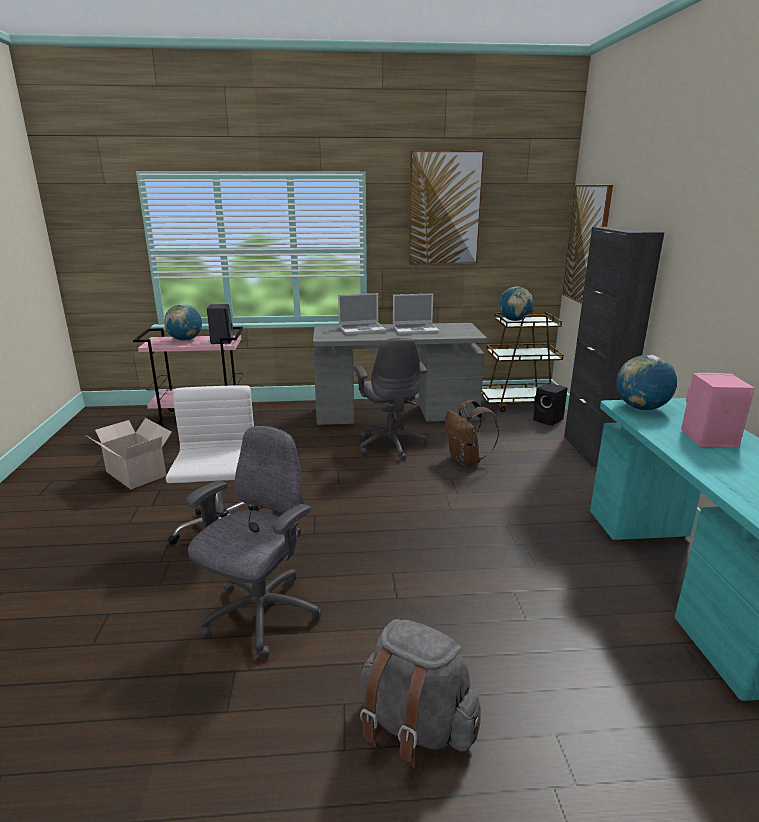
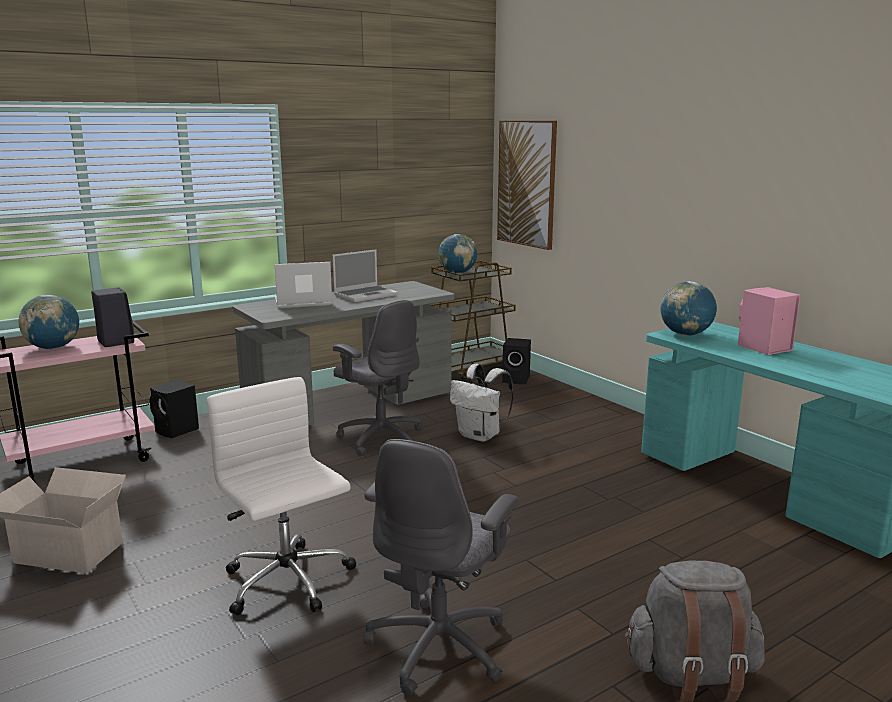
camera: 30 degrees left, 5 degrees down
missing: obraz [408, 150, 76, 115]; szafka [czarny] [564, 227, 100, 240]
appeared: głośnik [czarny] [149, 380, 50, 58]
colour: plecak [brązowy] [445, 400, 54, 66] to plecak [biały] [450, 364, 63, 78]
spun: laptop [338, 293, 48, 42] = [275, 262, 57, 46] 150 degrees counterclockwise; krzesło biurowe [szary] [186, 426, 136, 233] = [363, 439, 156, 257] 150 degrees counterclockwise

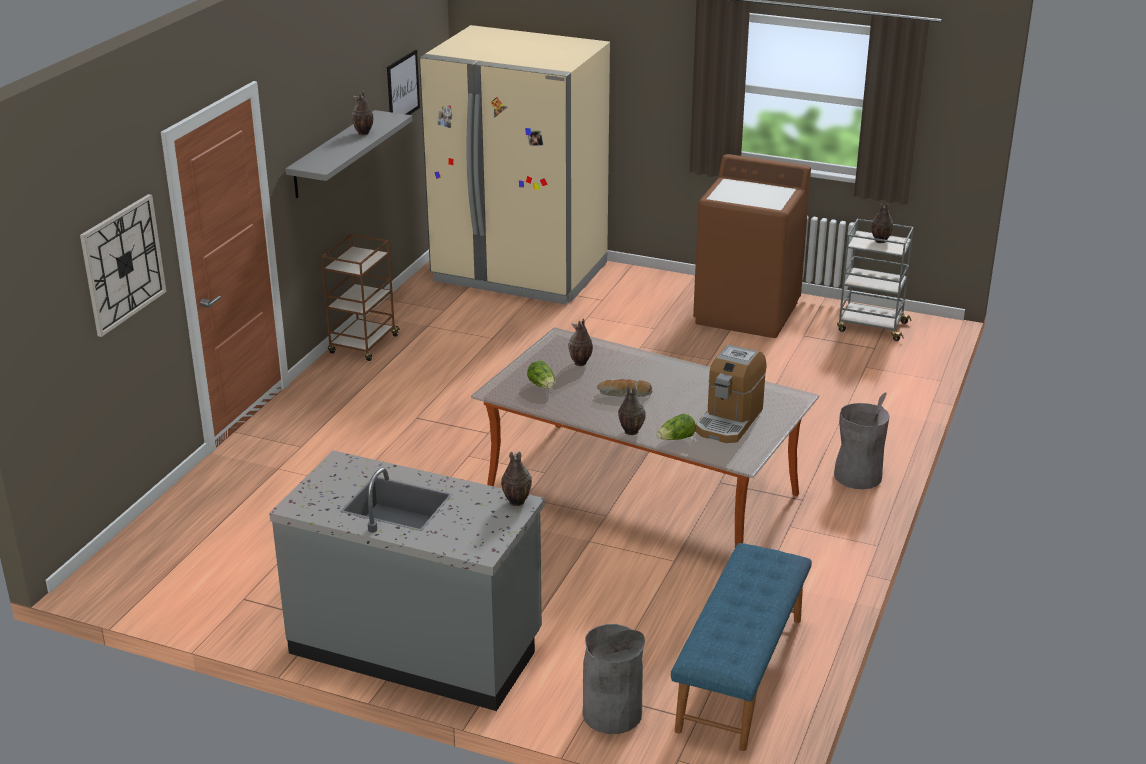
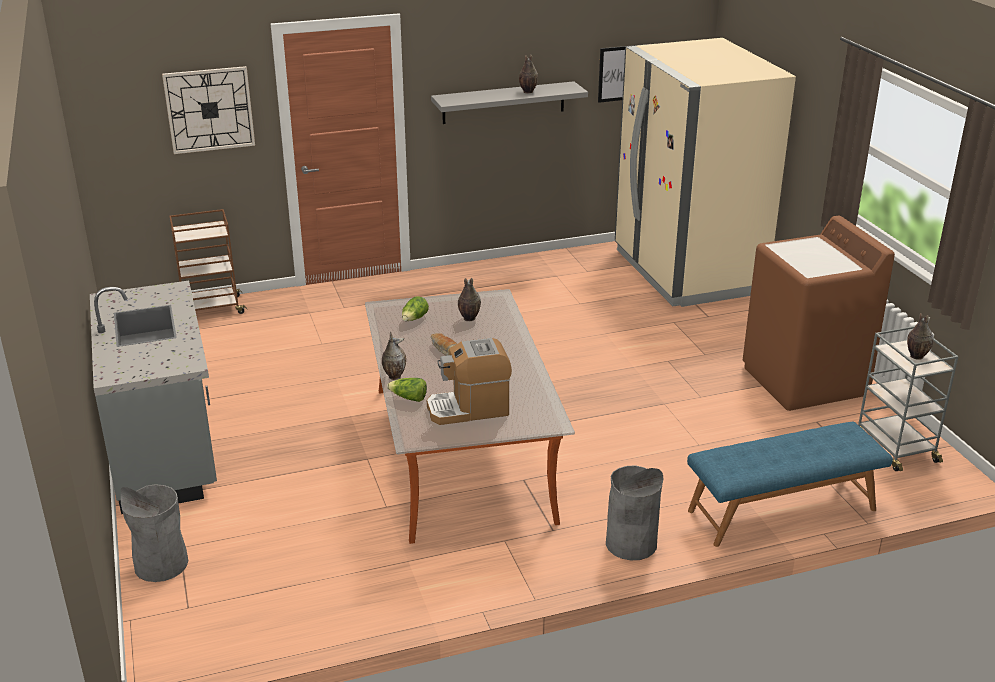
camera: 50 degrees right, 0 degrees up
missing: wazon [501, 451, 31, 55]
relocated: wózek [brązowy] [321, 234, 79, 127] to [169, 209, 78, 105]; ławka [niebieski] [671, 543, 141, 208] to [687, 422, 206, 125]

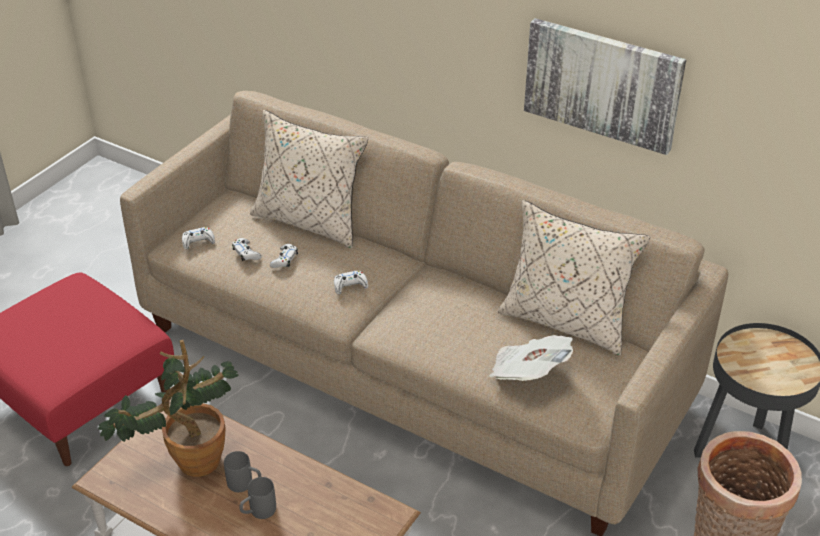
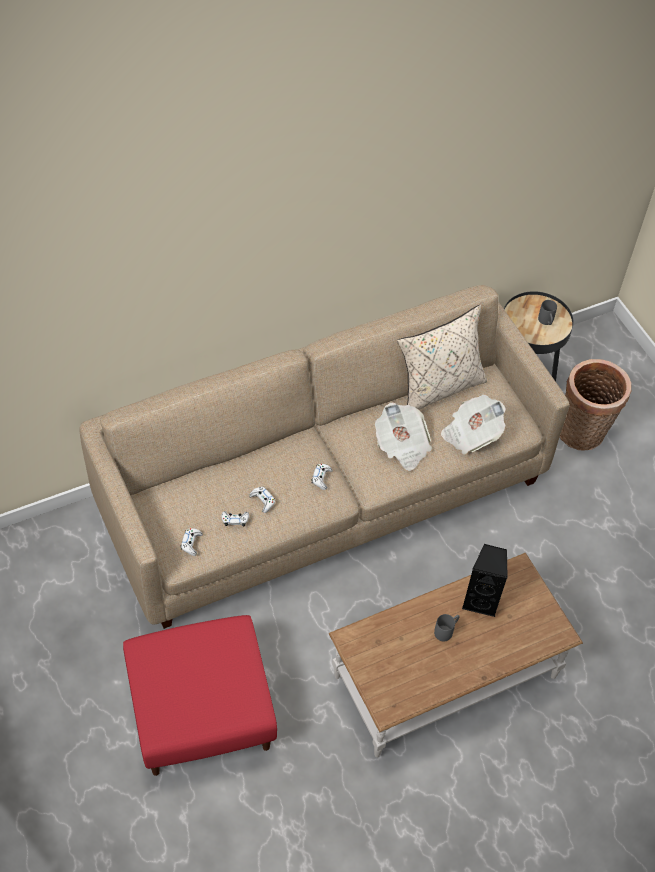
camera: 60 degrees left, 15 degrees up
missing: obraz [524, 18, 162, 137]; poduszka [beżowy] [250, 110, 118, 138]; roślina doniczkowa [98, 340, 140, 137]
appeared: gazeta [375, 402, 57, 69]; głośnik [czarny] [462, 544, 46, 73]
relocated: kubek [szary] [239, 477, 37, 42] to [538, 300, 19, 25]

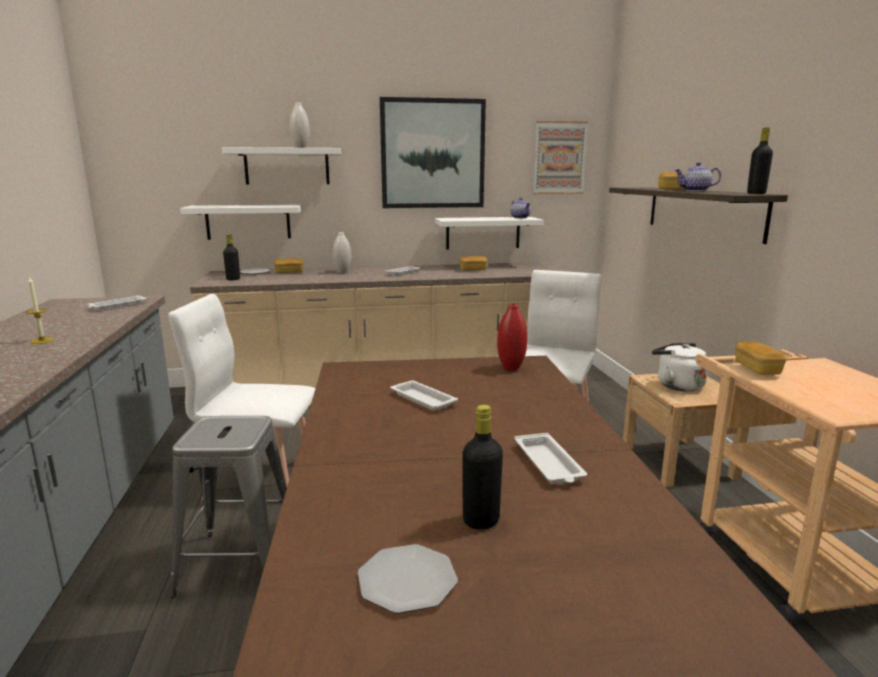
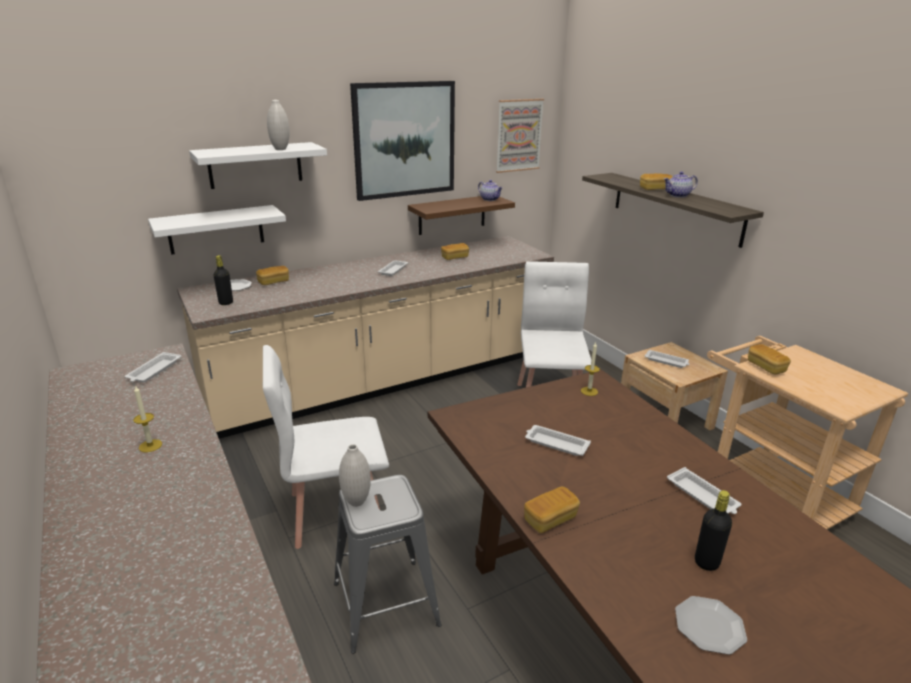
camera: 20 degrees left, 10 degrees up
missing: butelka [czarny] [747, 127, 26, 67]
appeared: chleb [524, 487, 56, 46]
relocated: wazon [biały] [333, 232, 18, 41] to [339, 444, 32, 63]
exchanged: wazon [czerwony] [497, 304, 30, 67] to świeca [581, 342, 19, 54]; czajnik [biały] [652, 343, 56, 49] to taca [biały] [645, 349, 44, 19]
colour: półka [biały] [435, 217, 109, 33] to półka [brązowy] [408, 196, 107, 39]

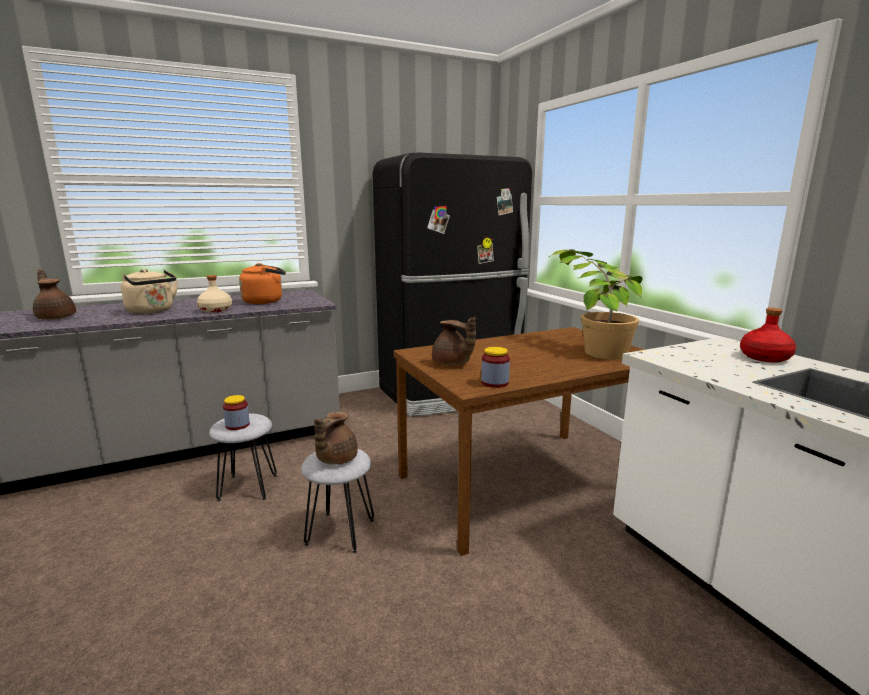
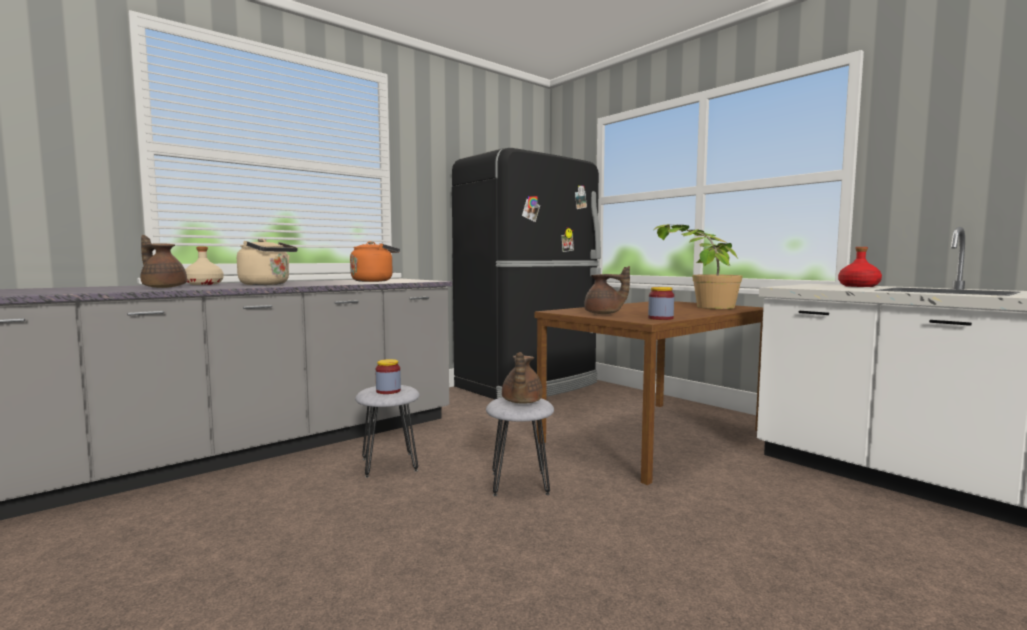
camera: 15 degrees left, 10 degrees down
relocated: butelka [beżowy] [197, 275, 35, 38] to [185, 247, 39, 38]

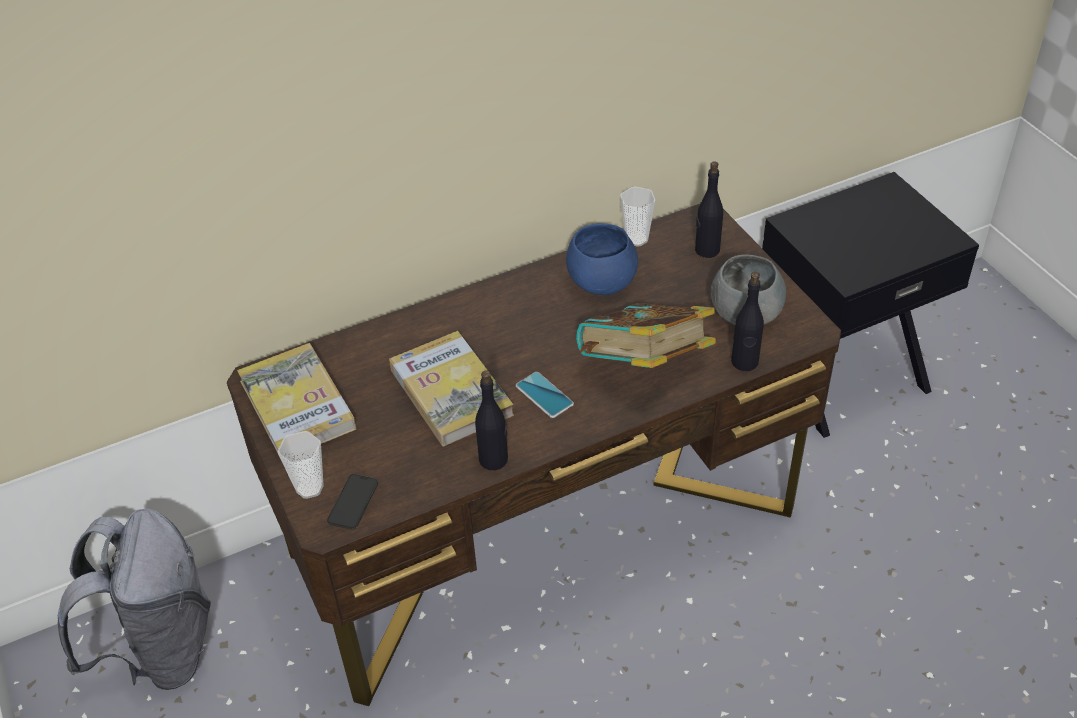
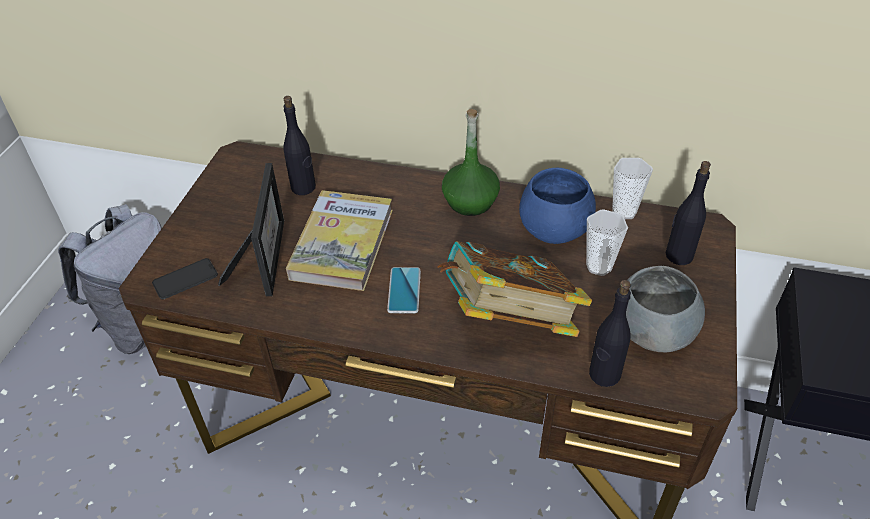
camera: 40 degrees right, 0 degrees up
missing: książka [237, 343, 119, 110]
appeared: butelka [zielony] [442, 109, 58, 107]; ramka na zdjęcie [218, 163, 66, 133]
relocated: butelka [czarny] [475, 370, 33, 100] to [283, 96, 33, 99]; filiżanka [278, 431, 46, 68] to [586, 209, 42, 67]

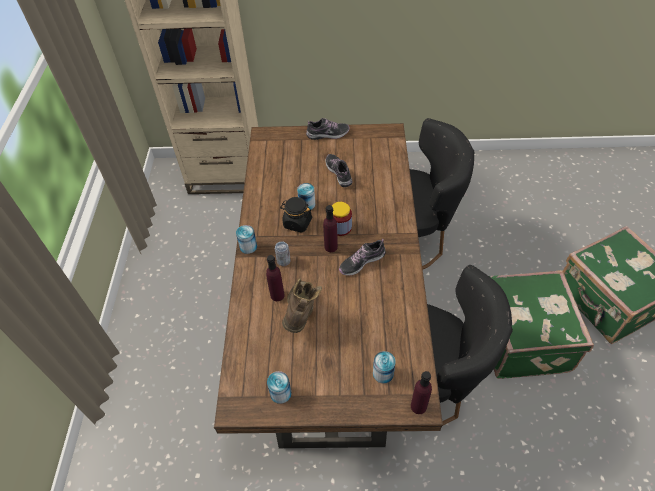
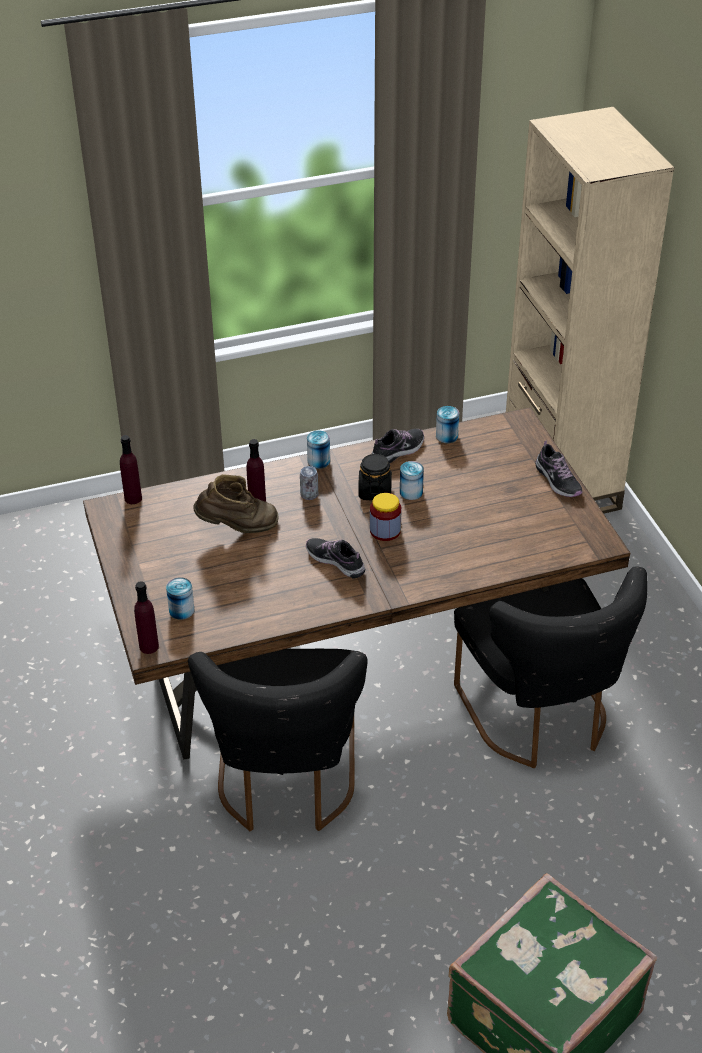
camera: 70 degrees right, 10 degrees down
missing: walizka [zielony] [489, 270, 105, 109]
relocated: but [326, 154, 27, 33] to [372, 429, 52, 34]; butelka [fioletowy] [323, 205, 15, 47] to [120, 435, 22, 69]; puszka [267, 371, 24, 33] to [436, 406, 23, 37]

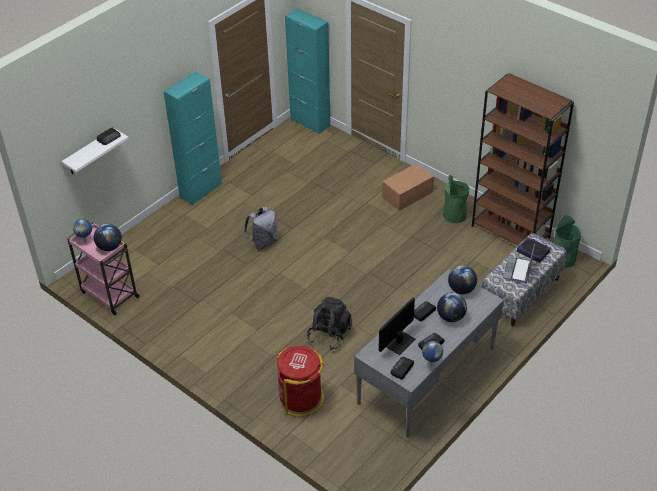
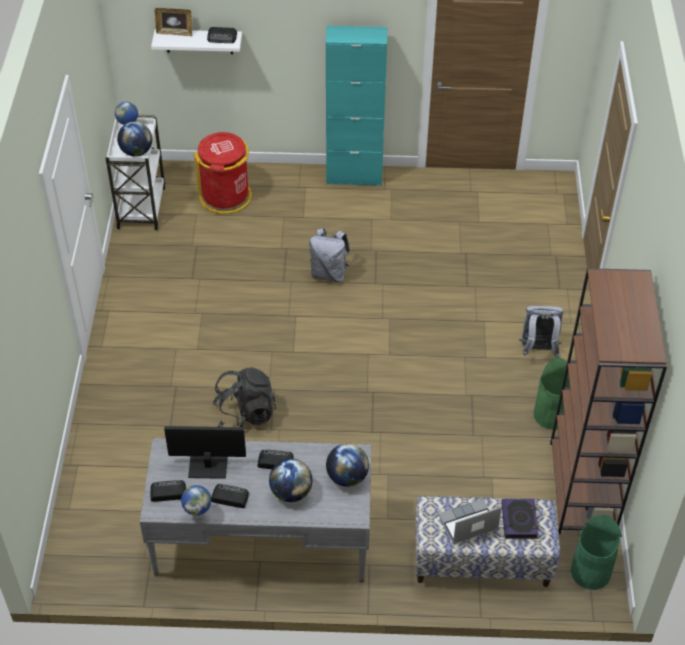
camera: 50 degrees right, 5 degrees up
missing: szafka [turkusowy] [285, 8, 45, 126]
appeared: ramka na zdjęcie [155, 8, 37, 28]
relocated: kosz na śmieci [czerwony] [277, 346, 47, 71] to [194, 132, 58, 82]
exchanged: karton [382, 163, 52, 48] to plecak [szary] [519, 306, 45, 51]
colour: wózek [różowy] [67, 222, 73, 94] to wózek [biały] [106, 115, 59, 115]

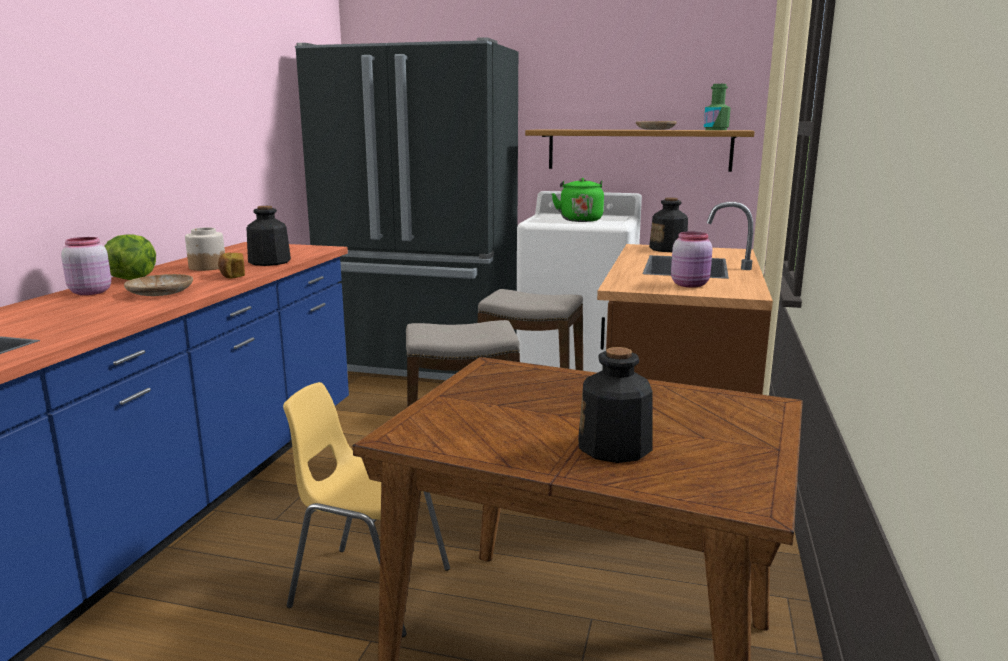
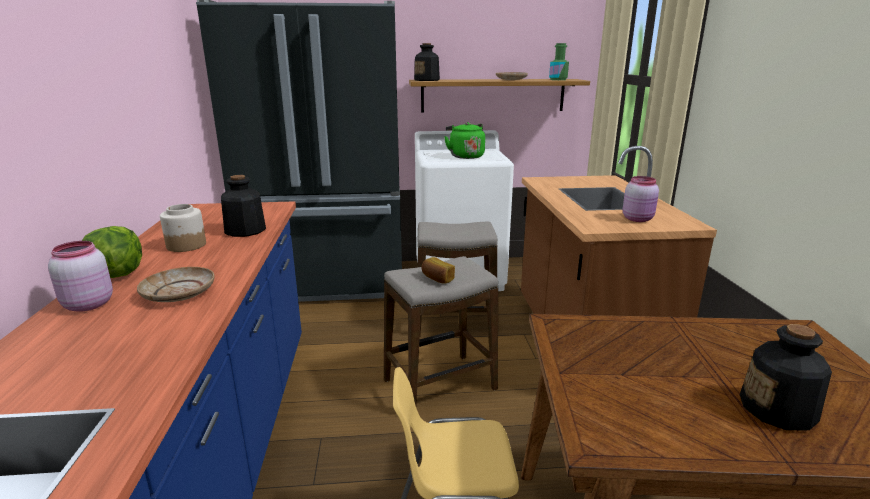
camera: 20 degrees left, 5 degrees up
relocated: butelka [649, 198, 39, 54] to [414, 43, 26, 38]; chleb [218, 253, 27, 26] to [421, 257, 34, 27]

